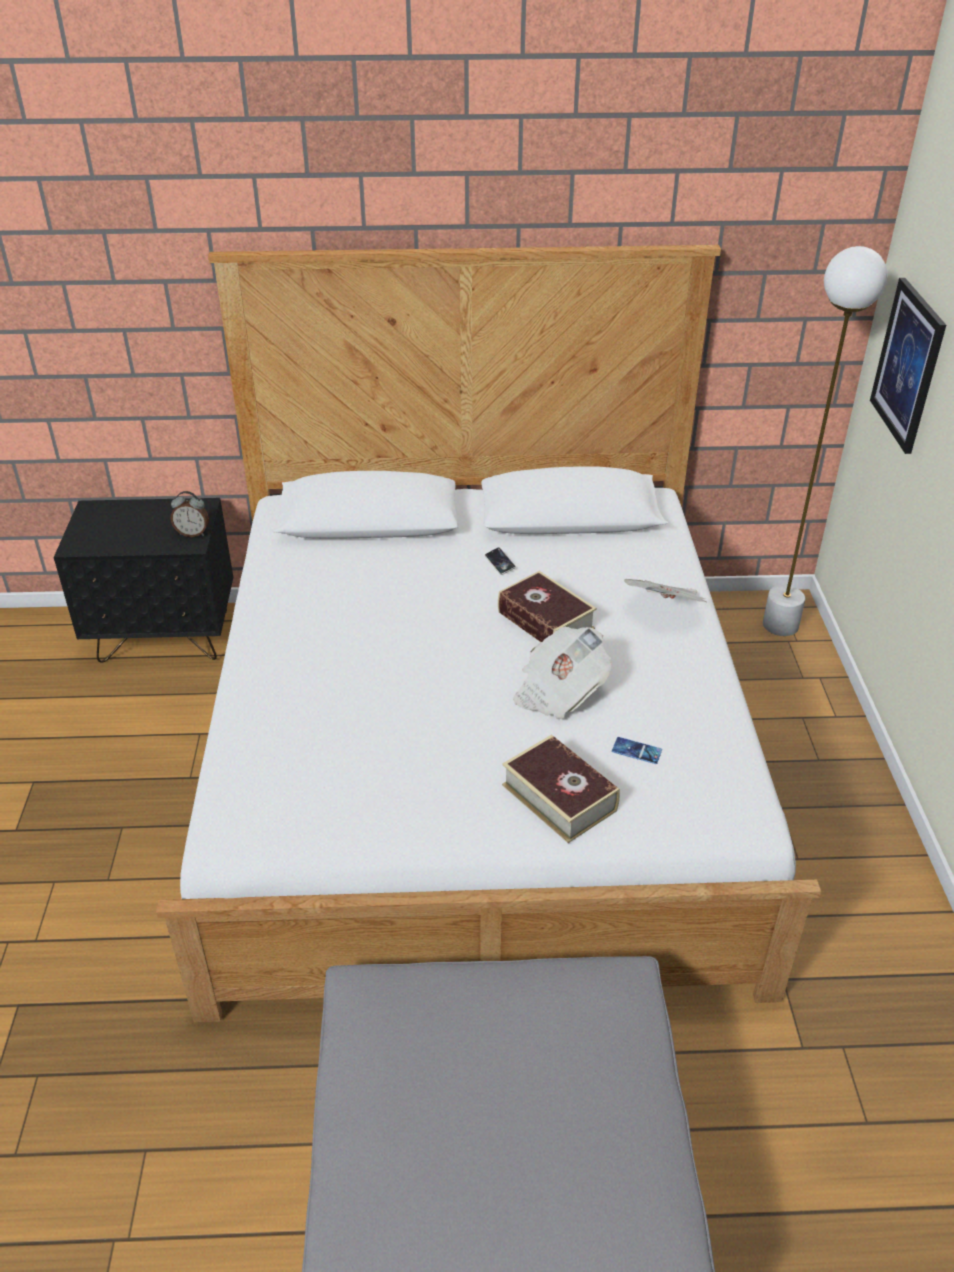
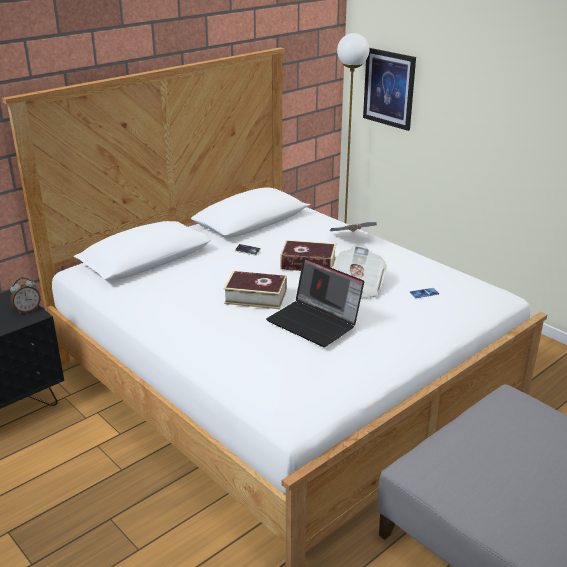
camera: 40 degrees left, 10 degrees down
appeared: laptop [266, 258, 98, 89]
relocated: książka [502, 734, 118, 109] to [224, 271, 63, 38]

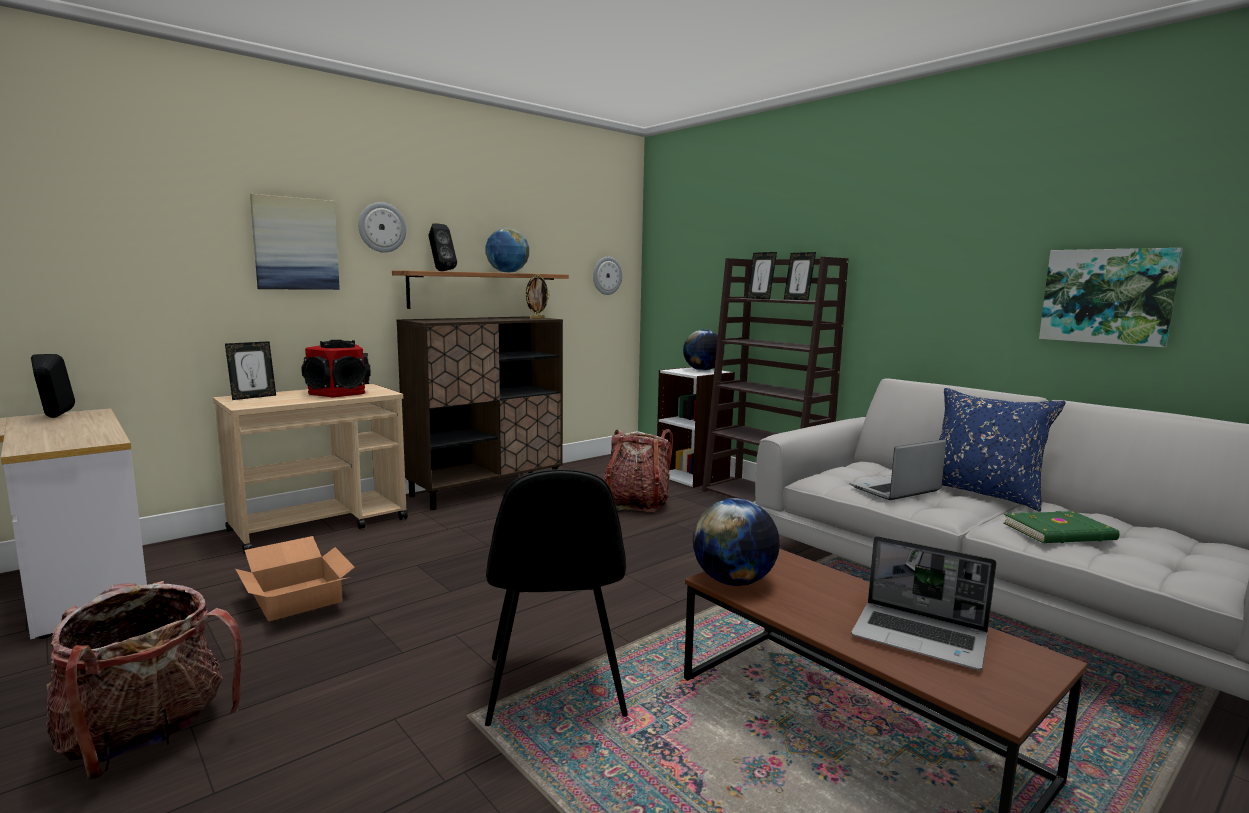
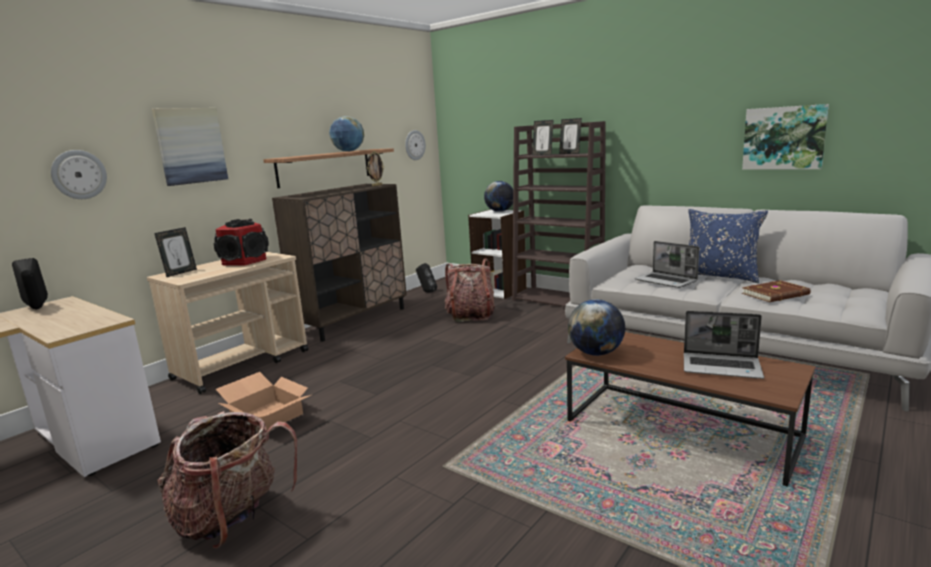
camera: 10 degrees left, 5 degrees up
missing: krzesło [czarny] [485, 469, 143, 257]
relocated: zegar ścienny [358, 202, 48, 51] to [51, 150, 56, 49]; głośnik [czarny] [429, 223, 28, 48] to [416, 263, 21, 29]
colour: książka [zielony] [1004, 511, 116, 32] to książka [brązowy] [742, 280, 69, 22]
spun: laptop [849, 439, 97, 61] = [634, 241, 65, 47] 90 degrees counterclockwise

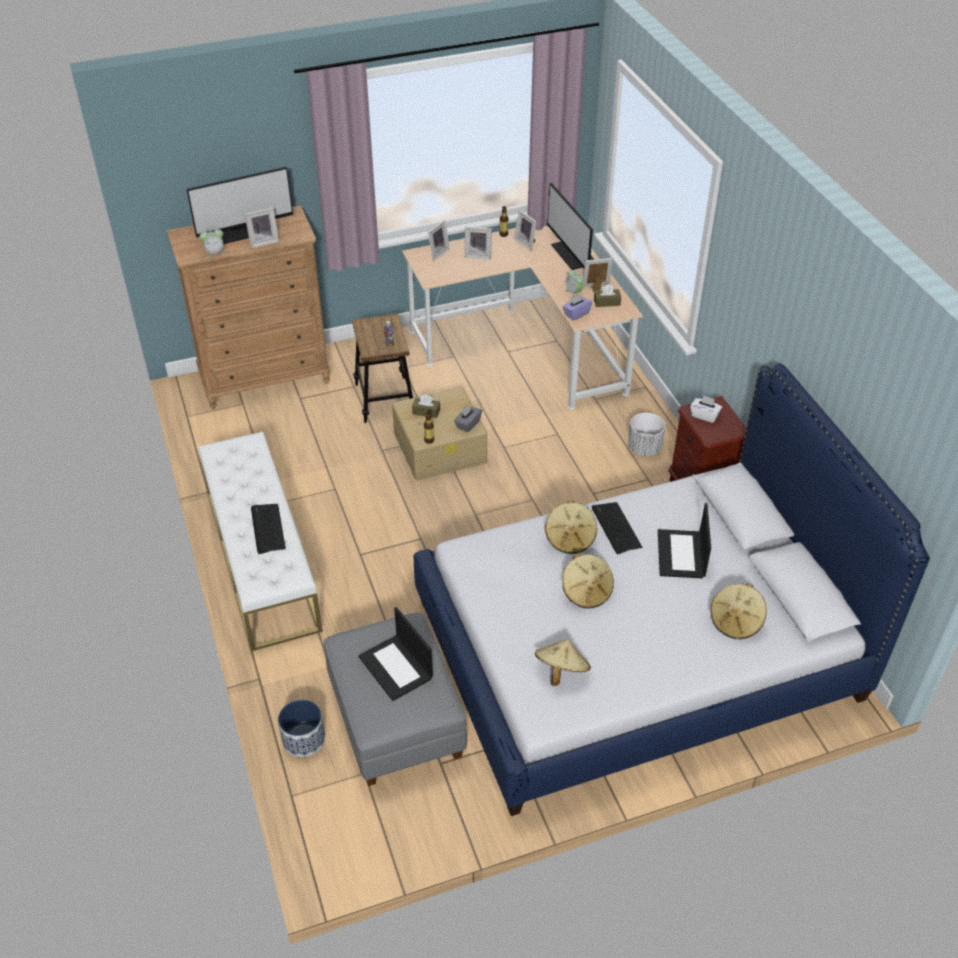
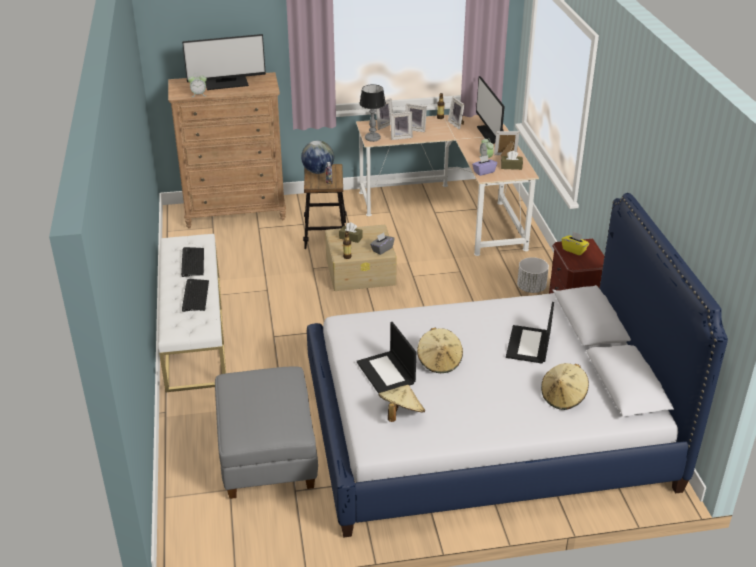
camera: 10 degrees right, 10 degrees down
missing: kapelusz [beżowy] [545, 501, 52, 53]; donica [278, 699, 47, 58]
appeared: lampa stołowa [359, 84, 27, 58]; globus [301, 140, 33, 34]
relocated: ramka na zdjęcie [244, 207, 35, 41] to [390, 111, 23, 29]; klawiatura [591, 502, 51, 52] to [181, 247, 23, 30]; laptop [358, 607, 75, 94] to [357, 322, 59, 72]
colour: pudełko chusteczek [biały] [690, 395, 32, 28] to pudełko chusteczek [żółty] [562, 231, 27, 24]

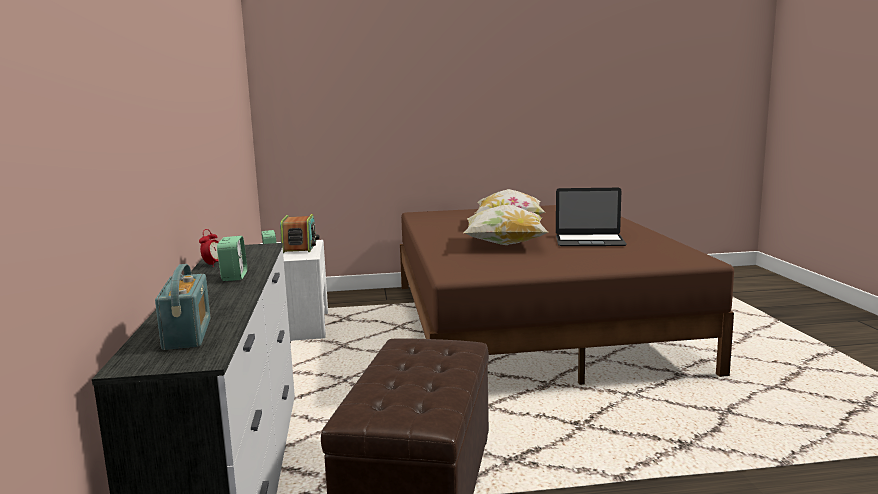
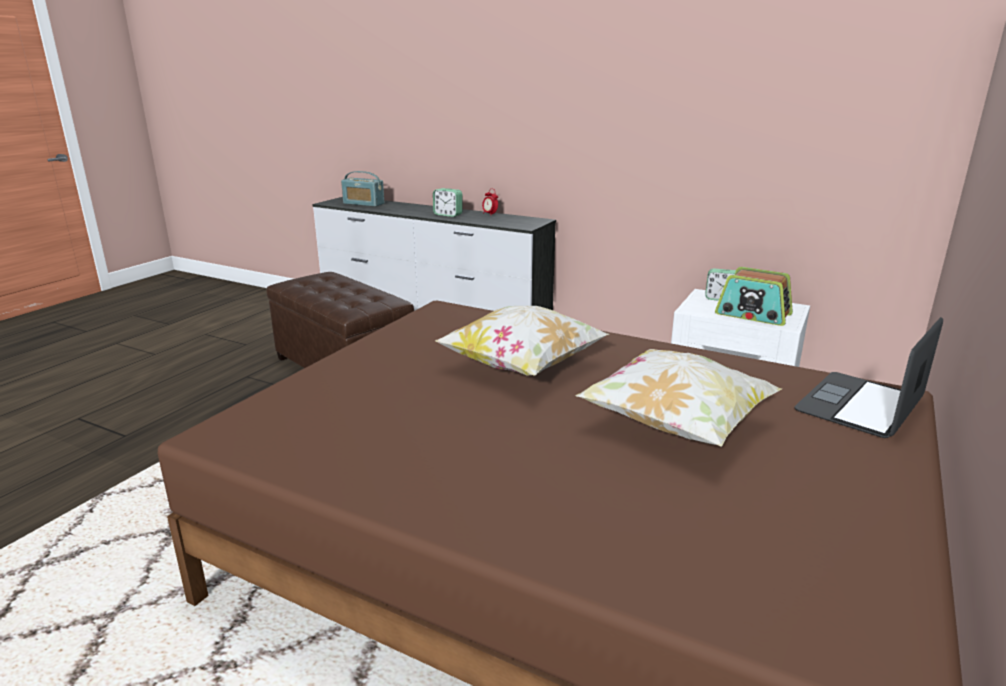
camera: 125 degrees right, 10 degrees up
relocated: laptop [556, 188, 71, 58] to [794, 317, 149, 121]

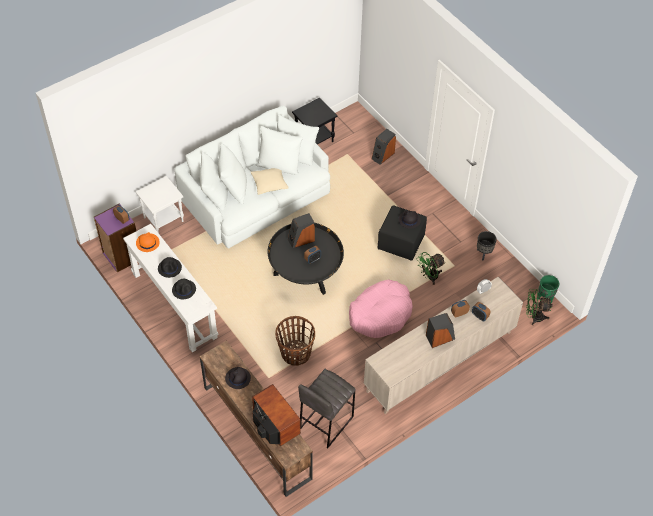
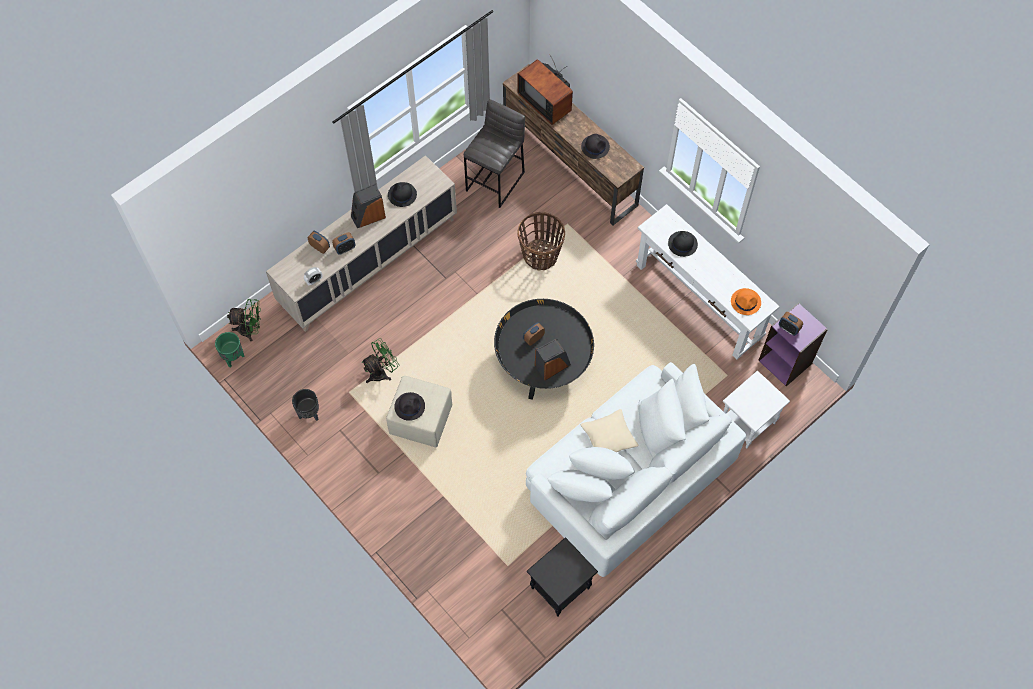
camera: 175 degrees right, 10 degrees up
missing: głośnik [372, 129, 24, 36]; legowisko [różowy] [349, 279, 64, 59]
relocated: kapelusz [czarny] [158, 257, 24, 21] to [388, 182, 29, 25]
colour: pufa [czarny] [378, 205, 49, 56] to pufa [beżowy] [386, 376, 66, 71]

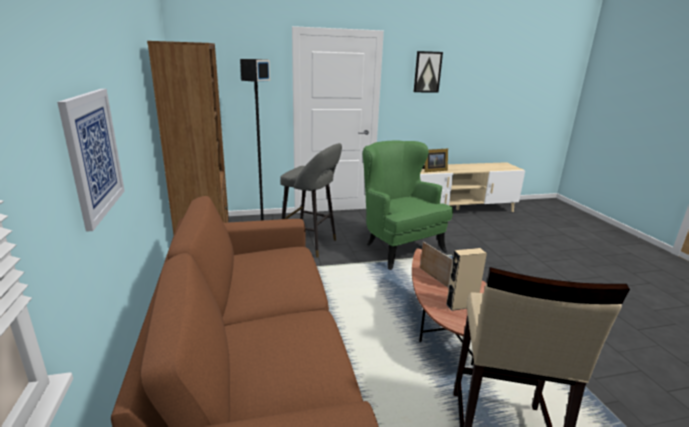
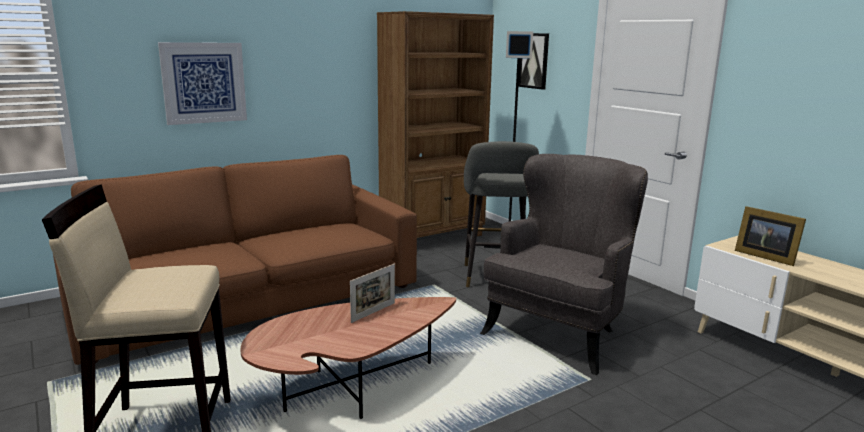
camera: 70 degrees right, 5 degrees down
missing: głośnik [beżowy] [446, 248, 41, 63]
relocated: obraz [414, 51, 29, 42] to [518, 33, 31, 57]
colour: fotel [zielony] [363, 140, 90, 130] to fotel [szary] [480, 154, 168, 221]

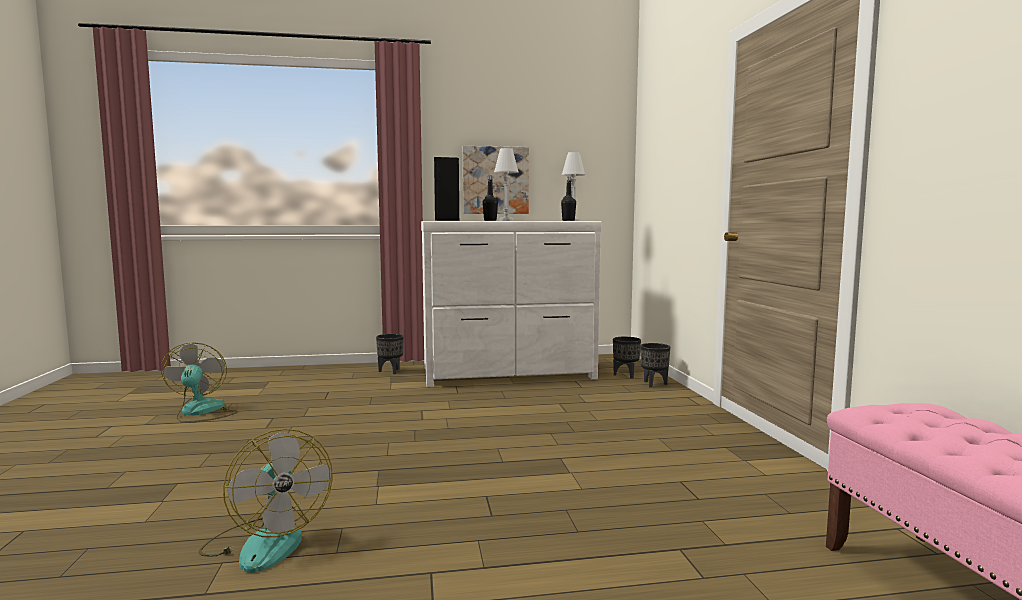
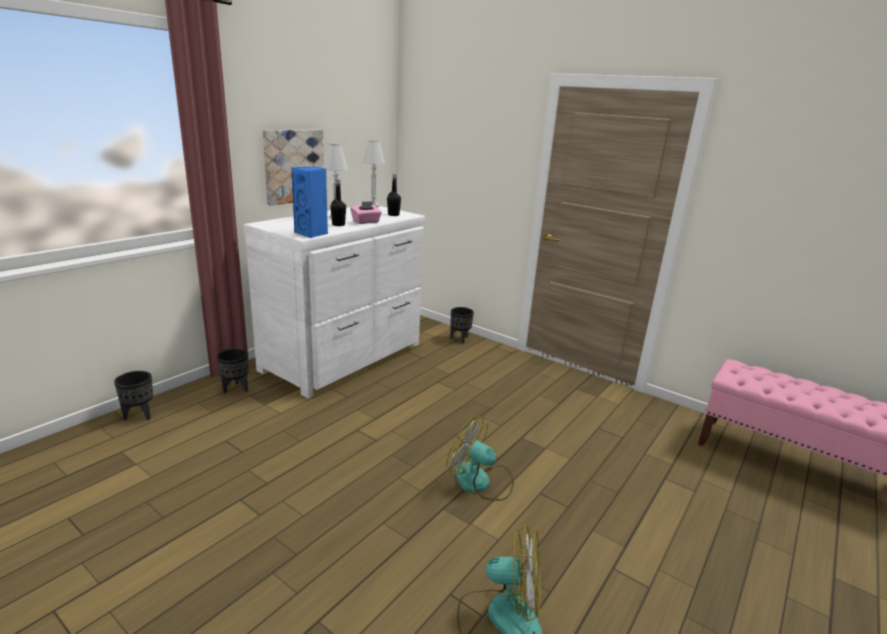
camera: 45 degrees left, 15 degrees up
appeared: pudełko chusteczek [różowy] [350, 201, 32, 23]
relocated: donica [czarny] [613, 337, 28, 42] to [114, 371, 40, 49]; wentylator [161, 342, 77, 81] to [446, 416, 68, 85]
colour: głośnik [czarny] [434, 157, 25, 64] to głośnik [niebieski] [292, 167, 36, 71]

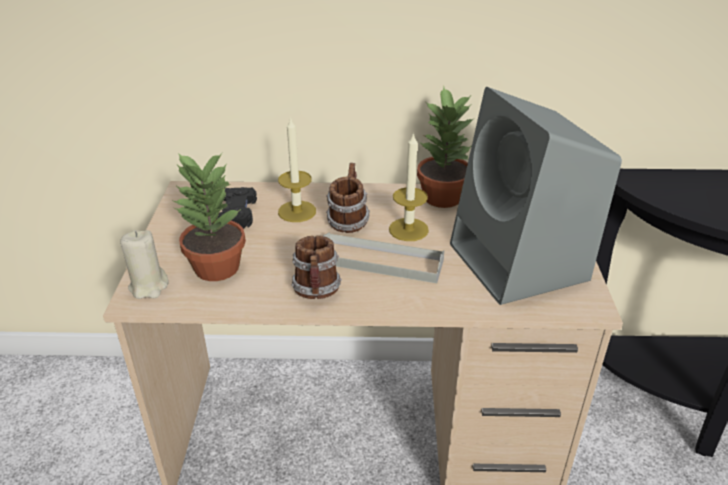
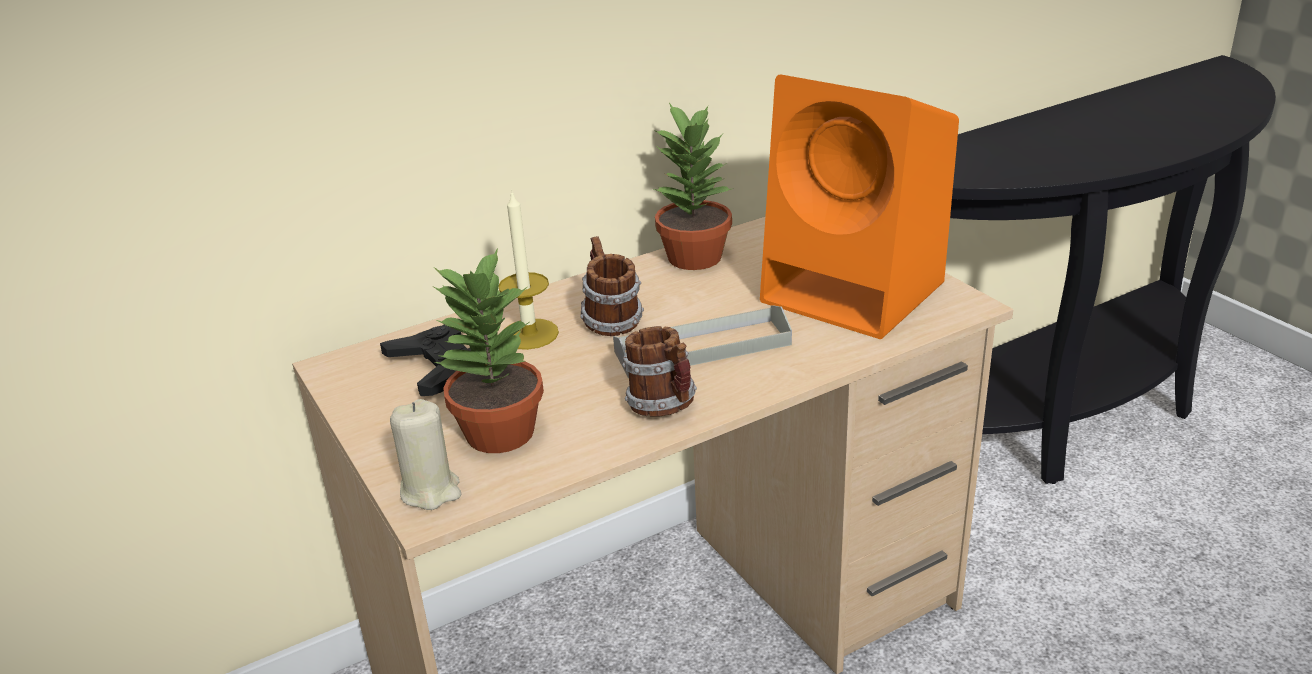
camera: 30 degrees left, 5 degrees down
missing: świeca [389, 132, 40, 109]
colour: głośnik [szary] [450, 87, 172, 218] to głośnik [pomarańczowy] [760, 74, 199, 265]

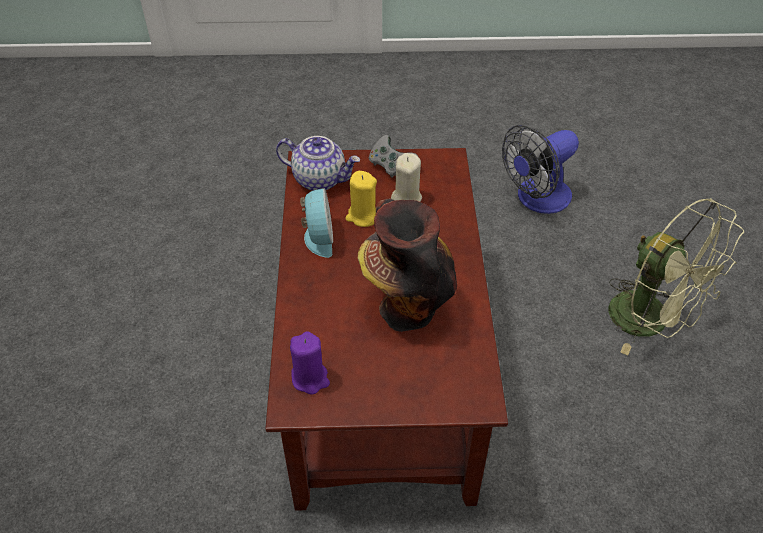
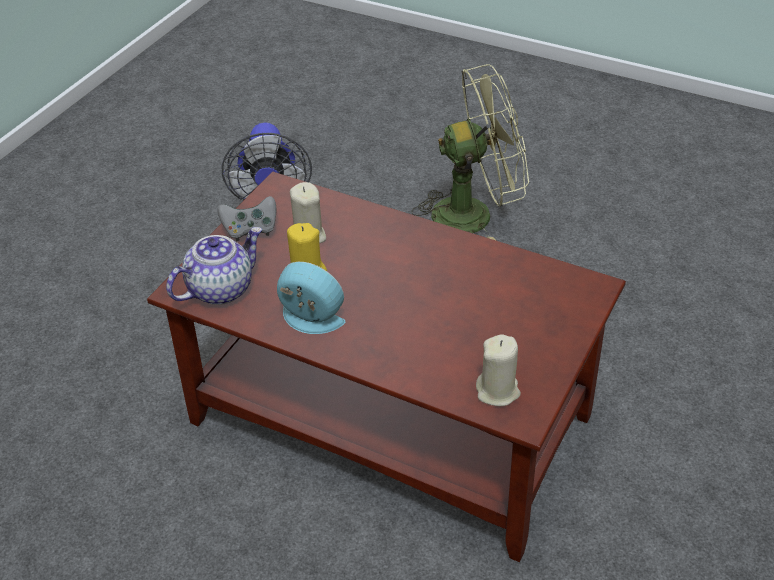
camera: 60 degrees left, 5 degrees down
missing: wazon [358, 198, 99, 134]
colour: świeca [fioletowy] [290, 331, 40, 64] to świeca [beżowy] [476, 335, 45, 72]

